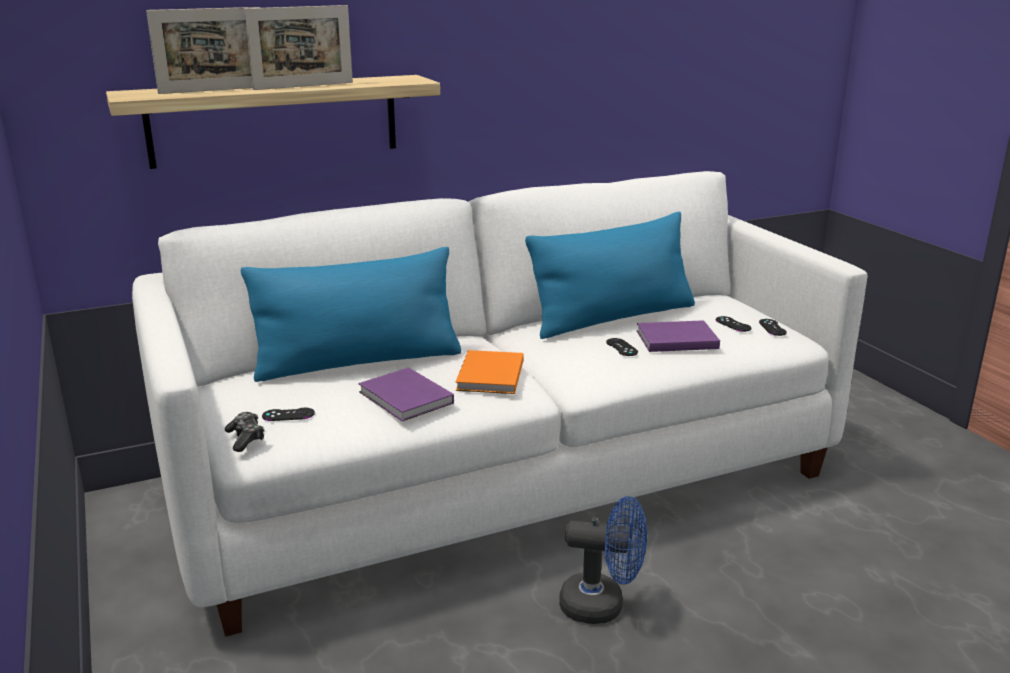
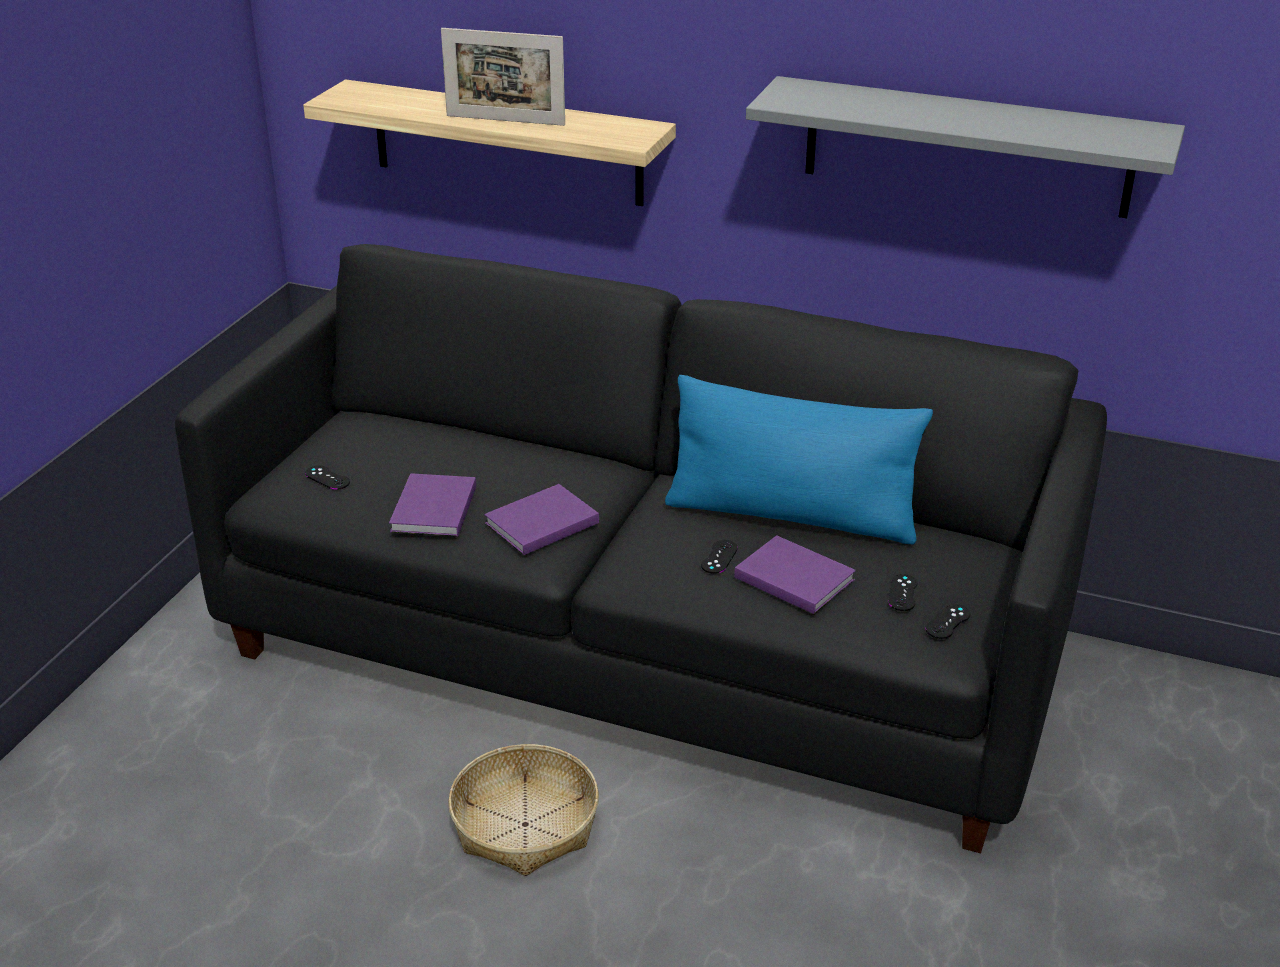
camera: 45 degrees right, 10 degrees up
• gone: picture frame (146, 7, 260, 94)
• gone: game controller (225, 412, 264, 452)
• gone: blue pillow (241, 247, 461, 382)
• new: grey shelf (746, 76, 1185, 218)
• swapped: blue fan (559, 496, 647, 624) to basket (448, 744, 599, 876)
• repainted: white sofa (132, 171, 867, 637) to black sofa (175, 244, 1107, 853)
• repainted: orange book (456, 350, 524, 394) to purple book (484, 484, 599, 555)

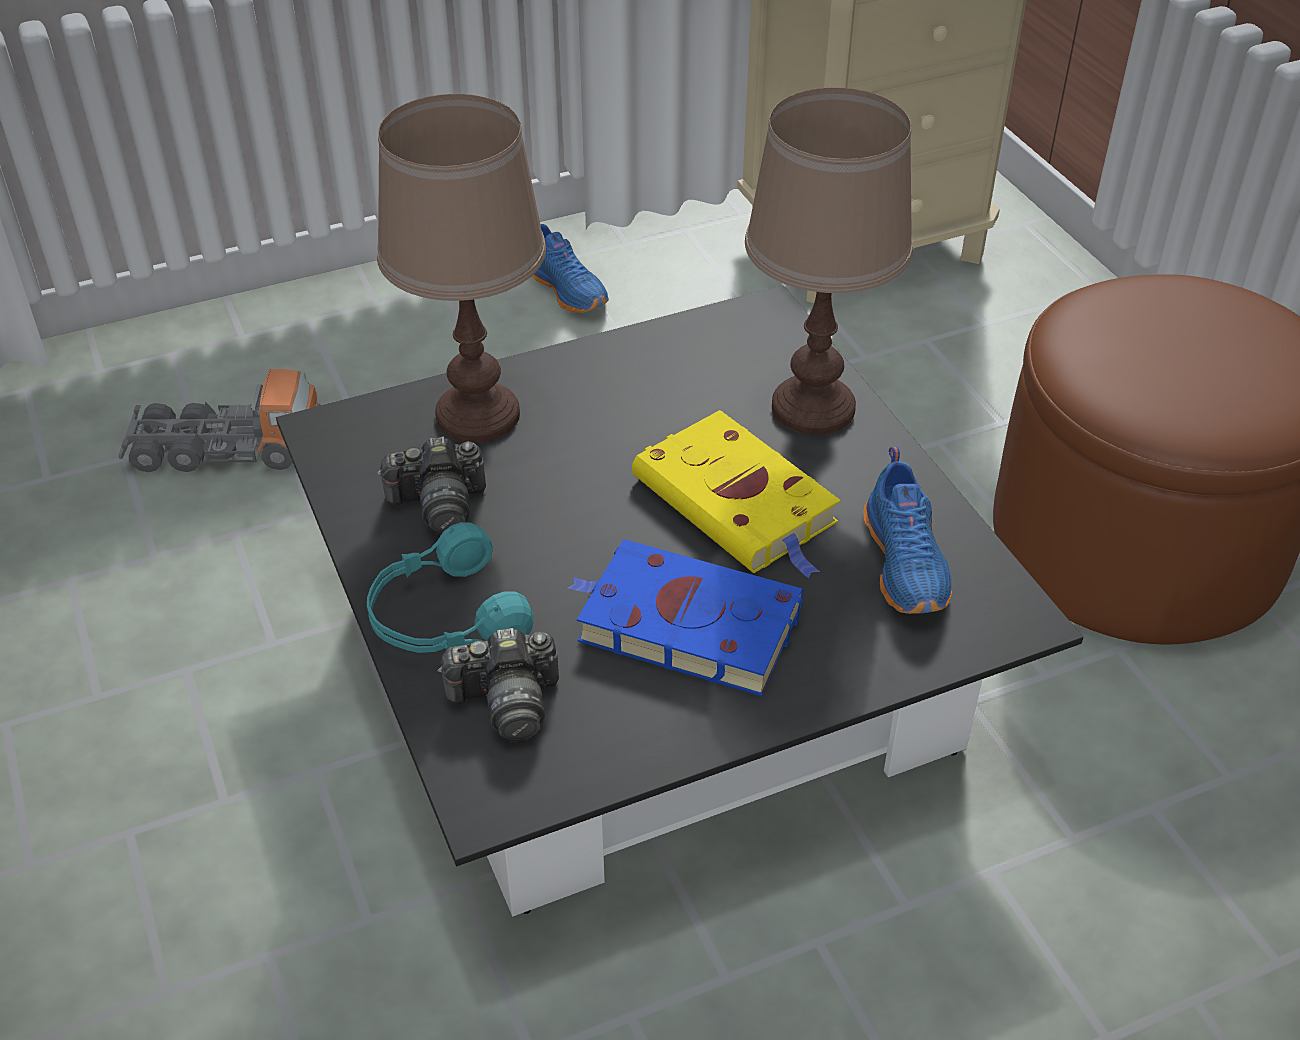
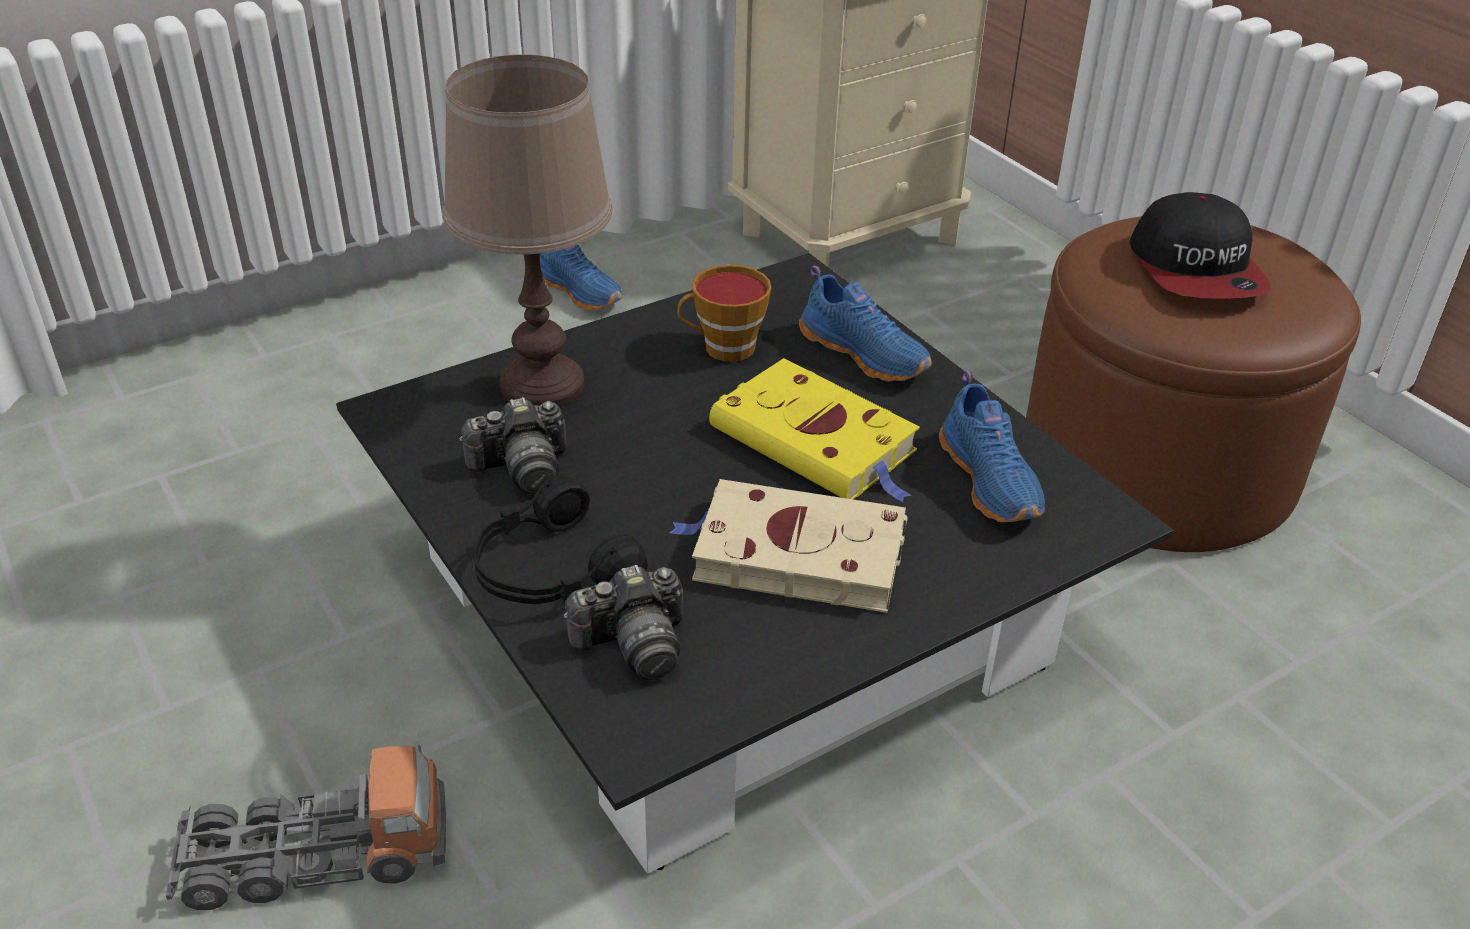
camera: 10 degrees left, 5 degrees down
• new: cup (677, 264, 771, 362)
• new: cap (1130, 192, 1271, 299)
• shifted: toy truck (118, 369, 321, 472) to (166, 742, 446, 910)
• swapped: brown table lamp (745, 87, 913, 435) to blue shoe (799, 265, 932, 382)
• repainted: turquoise headphones (367, 522, 534, 653) to black headphones (473, 476, 648, 605)
• repainted: blue book (568, 539, 803, 696) to beige book (669, 479, 908, 613)

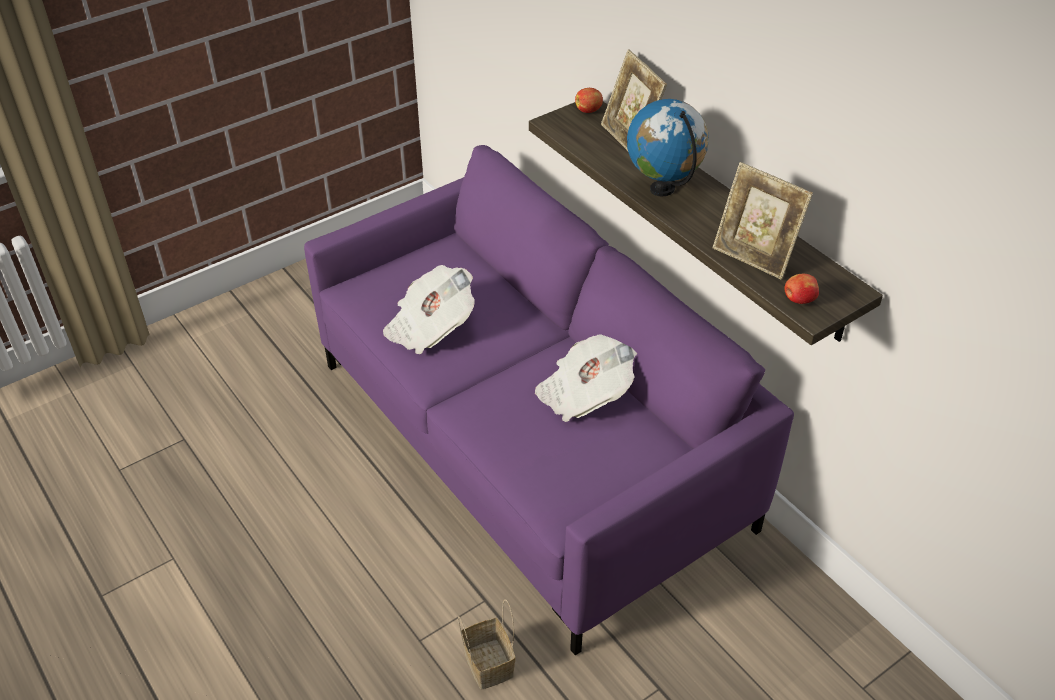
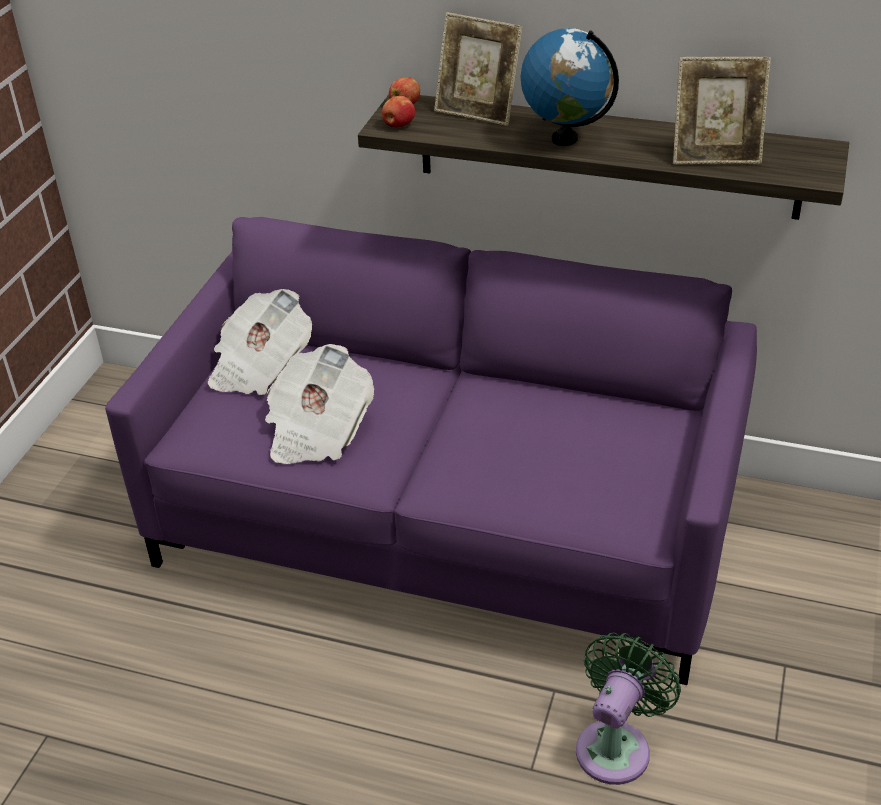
camera: 35 degrees left, 5 degrees down
• shifted: newspaper (535, 334, 637, 422) to (208, 289, 312, 395)
• shifted: apple (784, 273, 819, 304) to (382, 96, 415, 127)
• swapped: basket (458, 599, 516, 690) to green fan (576, 633, 681, 785)

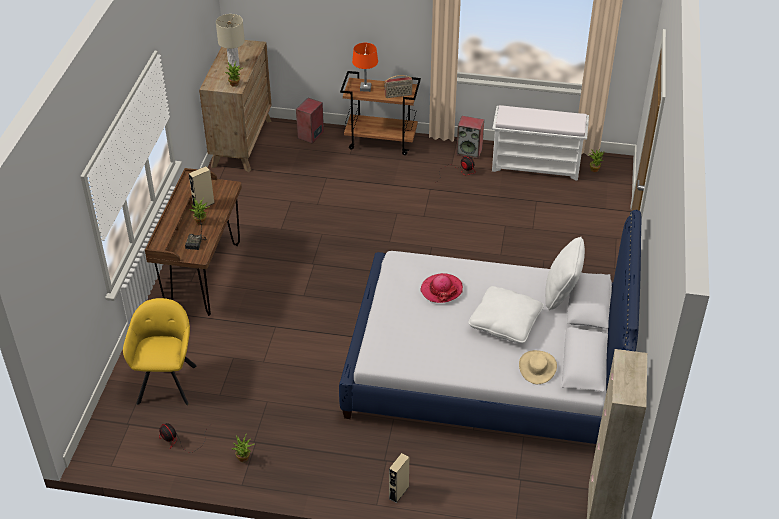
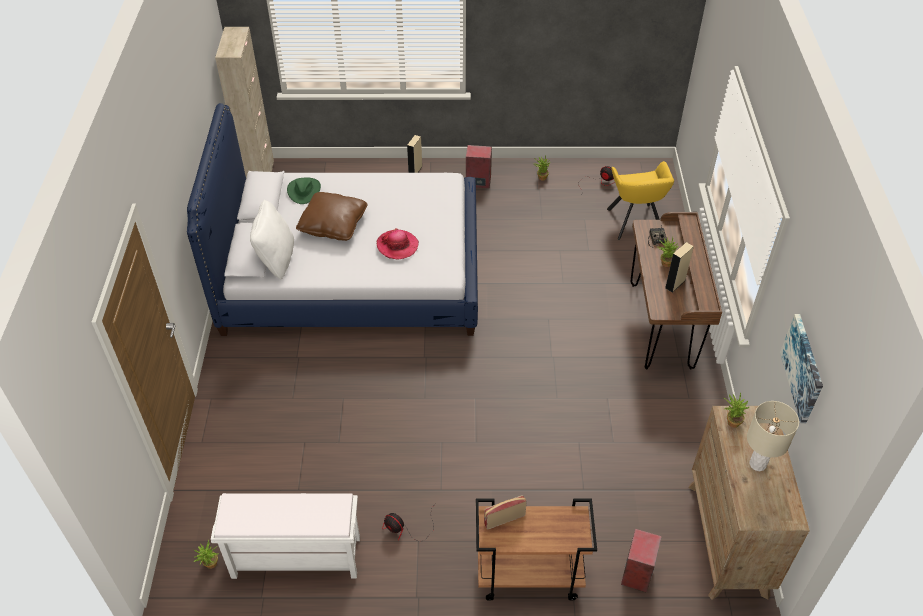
camera: 170 degrees right, 5 degrees up
• gone: orange table lamp (352, 43, 378, 92)
• new: picture (780, 314, 823, 424)
• shifted: speaker (456, 116, 484, 159) to (466, 145, 492, 188)
• repainted: white pillow (468, 286, 544, 343) to brown pillow (296, 192, 368, 241)
• repainted: beige hat (519, 350, 557, 384) to green hat (287, 178, 321, 204)

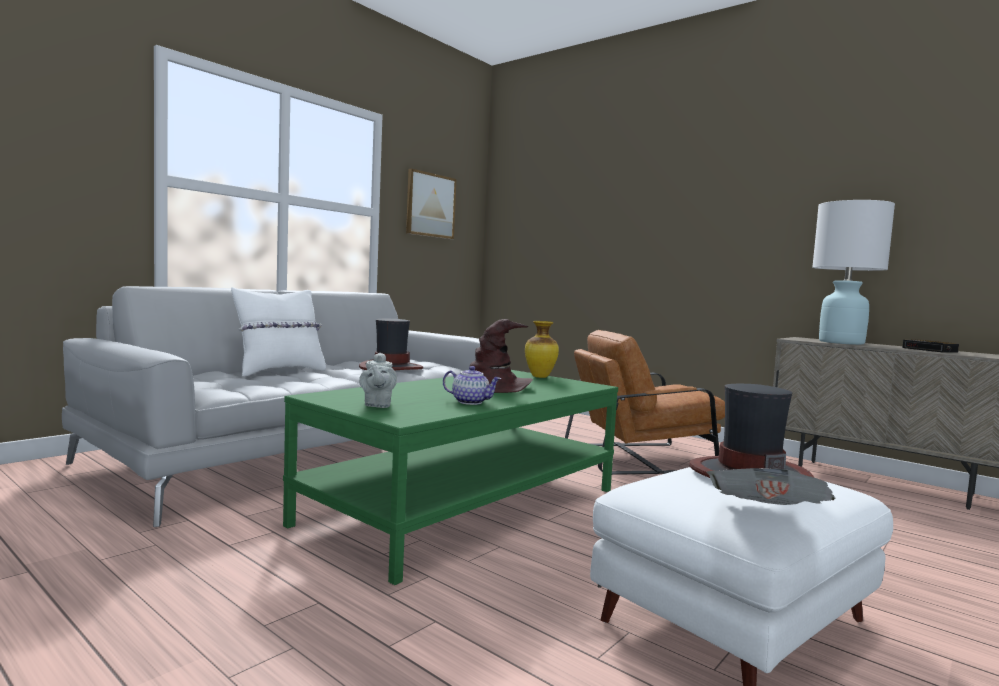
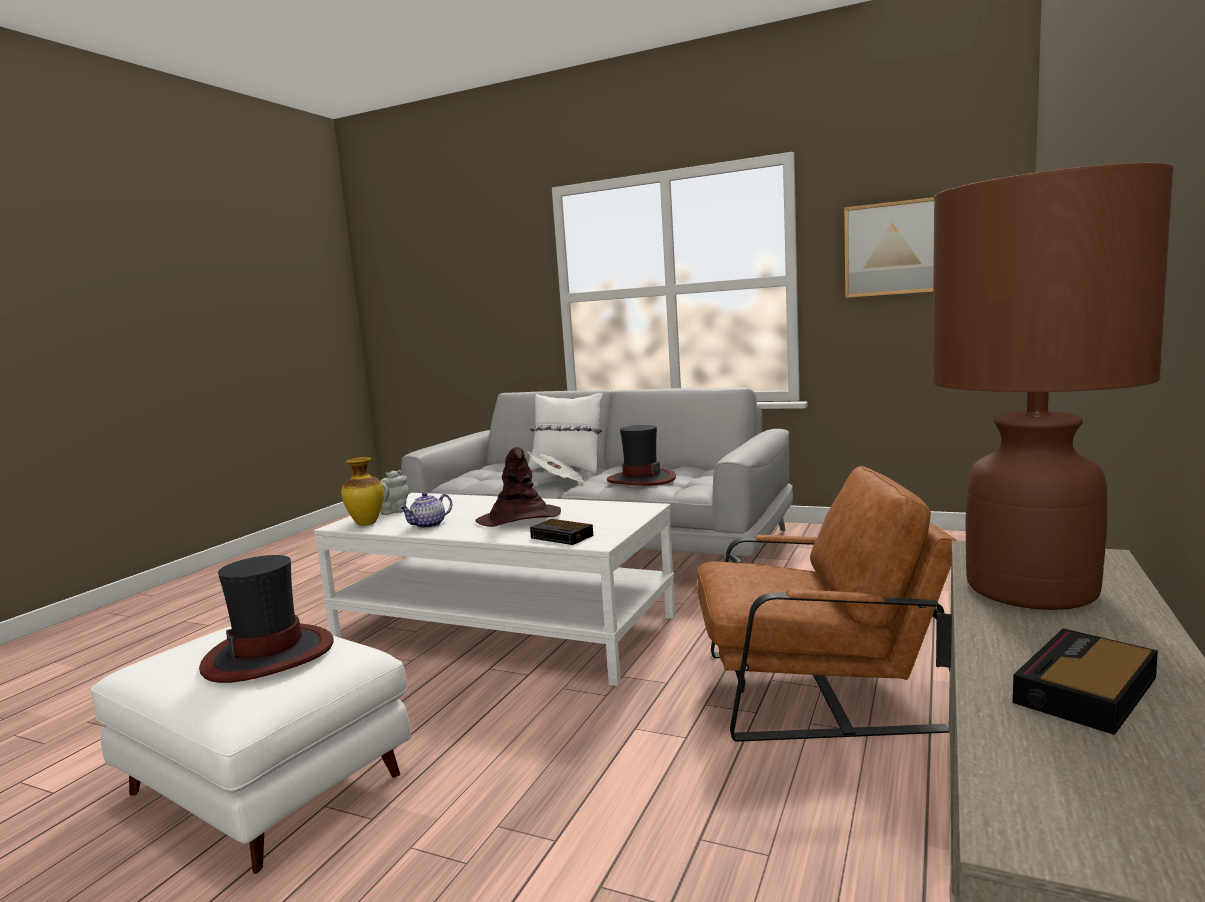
camera: 75 degrees right, 5 degrees up
• new: alarm clock (530, 519, 593, 545)
• shifted: vase (525, 321, 559, 378) to (341, 457, 384, 526)
• shifted: newspaper (707, 468, 835, 505) to (527, 452, 585, 483)
• repainted: green coffee table (283, 370, 618, 585) to white coffee table (314, 493, 675, 686)
• repainted: white table lamp (812, 200, 895, 345) to brown table lamp (932, 163, 1174, 610)
• rotated: teapot (443, 366, 501, 405) = (399, 492, 452, 529) 45 degrees clockwise
• rotated: brown armchair (565, 330, 725, 475) = (697, 466, 957, 742) 120 degrees clockwise

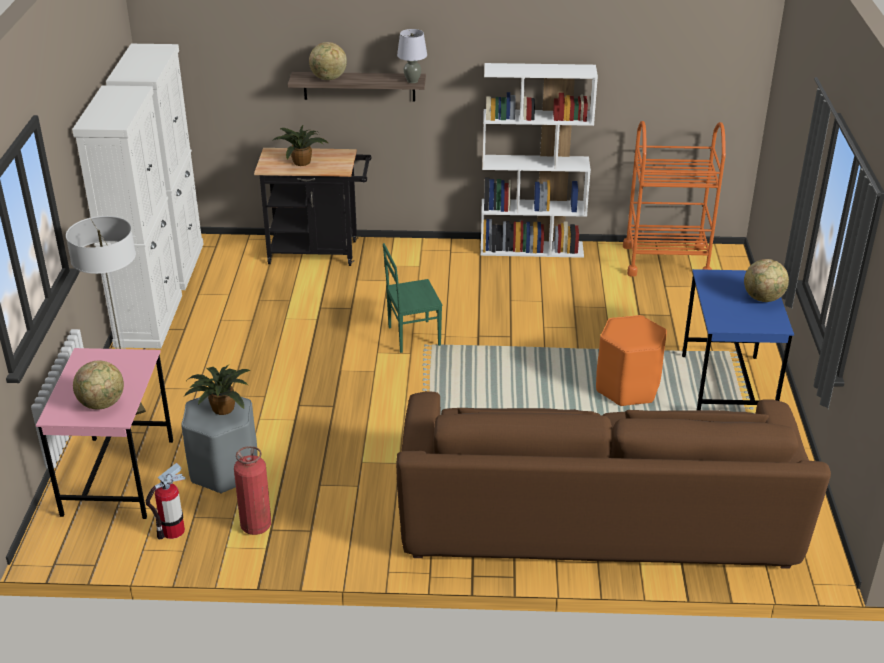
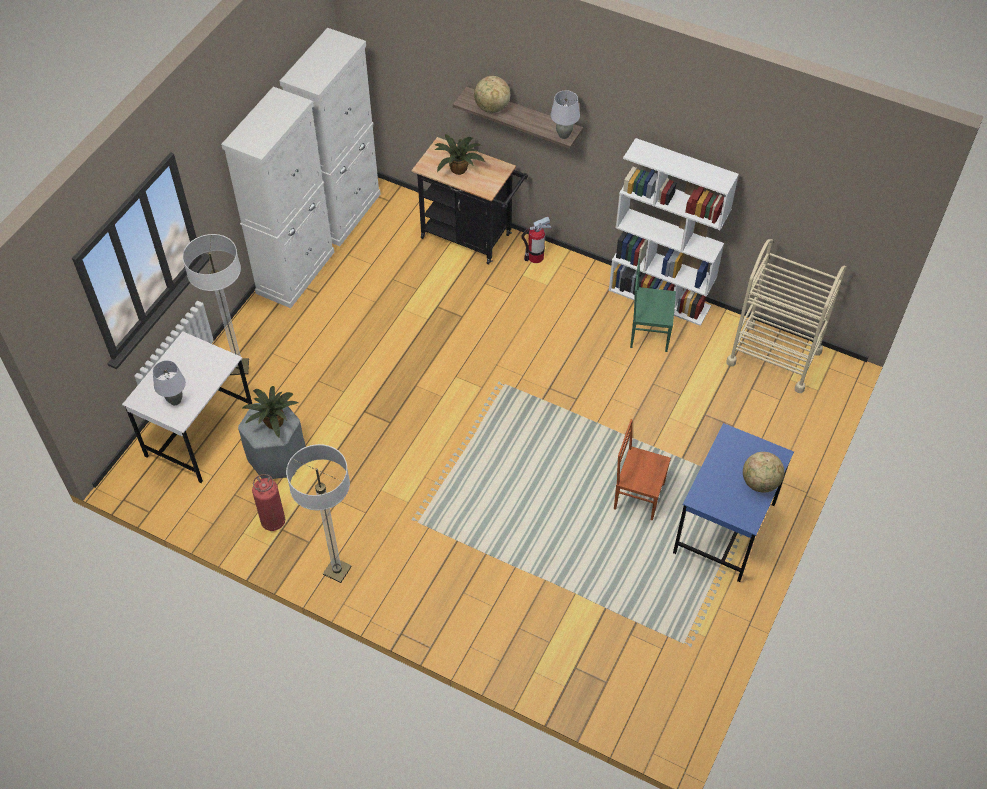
camera: 25 degrees right, 20 degrees up
• gone: brown sofa (396, 391, 831, 569)
• new: floor lamp (286, 444, 352, 583)
• shifted: fire extinguisher (146, 463, 186, 539) to (521, 217, 552, 263)
• shifted: green chair (383, 243, 442, 353) to (630, 258, 676, 352)
• swapped: globe (73, 360, 124, 409) to grey table lamp (152, 360, 186, 405)
• swapped: orange stool (596, 315, 667, 406) to brown chair (614, 419, 671, 521)
• repainted: pink desk (36, 348, 173, 519) to white desk (122, 331, 252, 483)
• repainted: orange cart (623, 121, 726, 277) to beige cart (726, 239, 847, 393)

